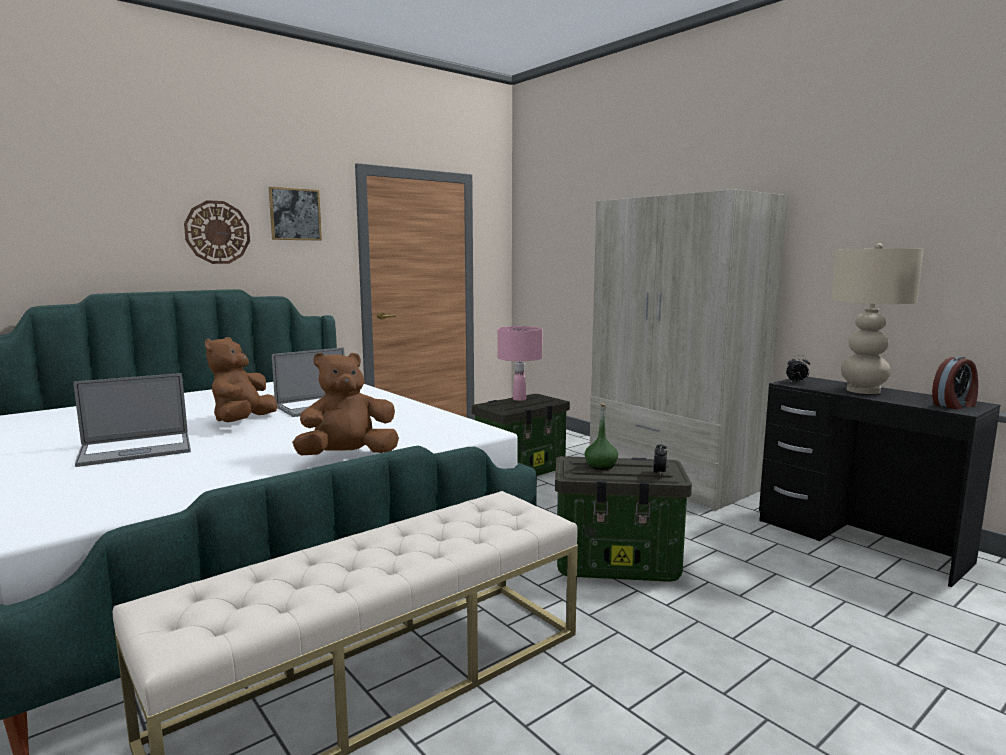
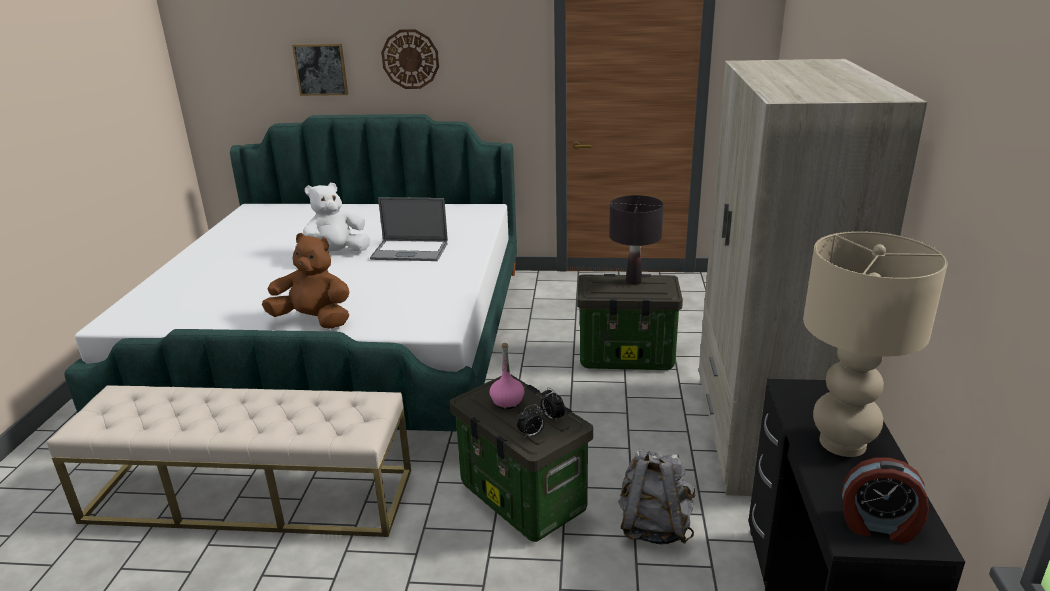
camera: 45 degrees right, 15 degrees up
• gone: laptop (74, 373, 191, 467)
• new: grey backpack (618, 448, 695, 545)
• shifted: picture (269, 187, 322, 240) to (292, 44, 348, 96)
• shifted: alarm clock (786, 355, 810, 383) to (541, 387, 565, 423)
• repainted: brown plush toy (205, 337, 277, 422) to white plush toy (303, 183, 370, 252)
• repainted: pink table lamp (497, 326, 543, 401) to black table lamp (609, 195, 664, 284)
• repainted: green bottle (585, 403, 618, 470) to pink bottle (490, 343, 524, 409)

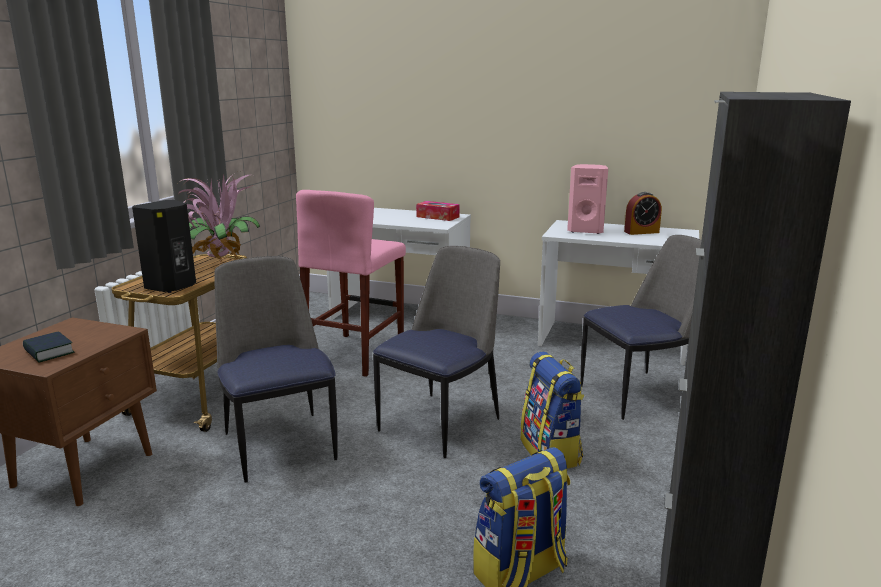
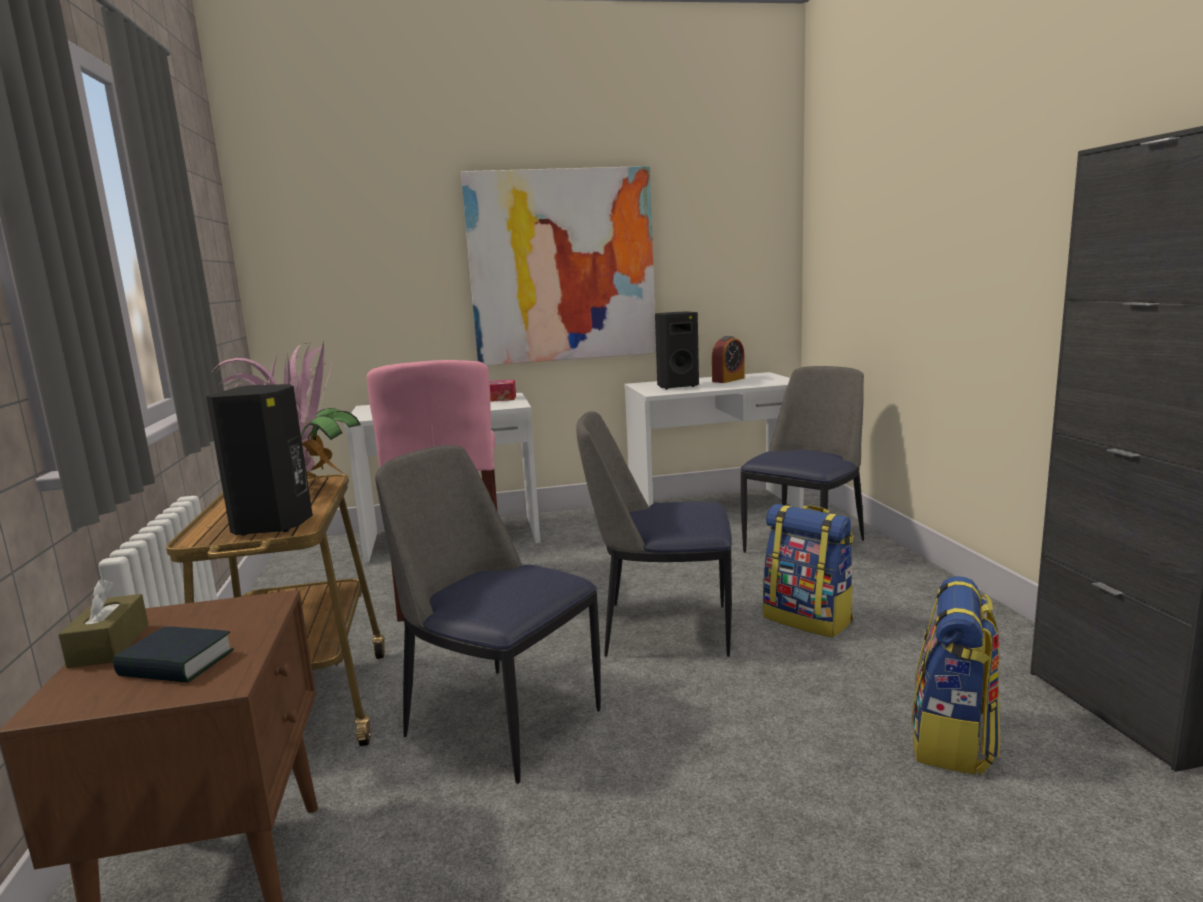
camera: 30 degrees left, 5 degrees down
• new: brown tissue box (59, 580, 149, 668)
• new: picture (461, 166, 656, 365)
• repainted: pink speaker (567, 164, 608, 234) to black speaker (655, 312, 699, 389)
• rotated: chair (373, 246, 500, 458) = (576, 411, 732, 657) 90 degrees counterclockwise

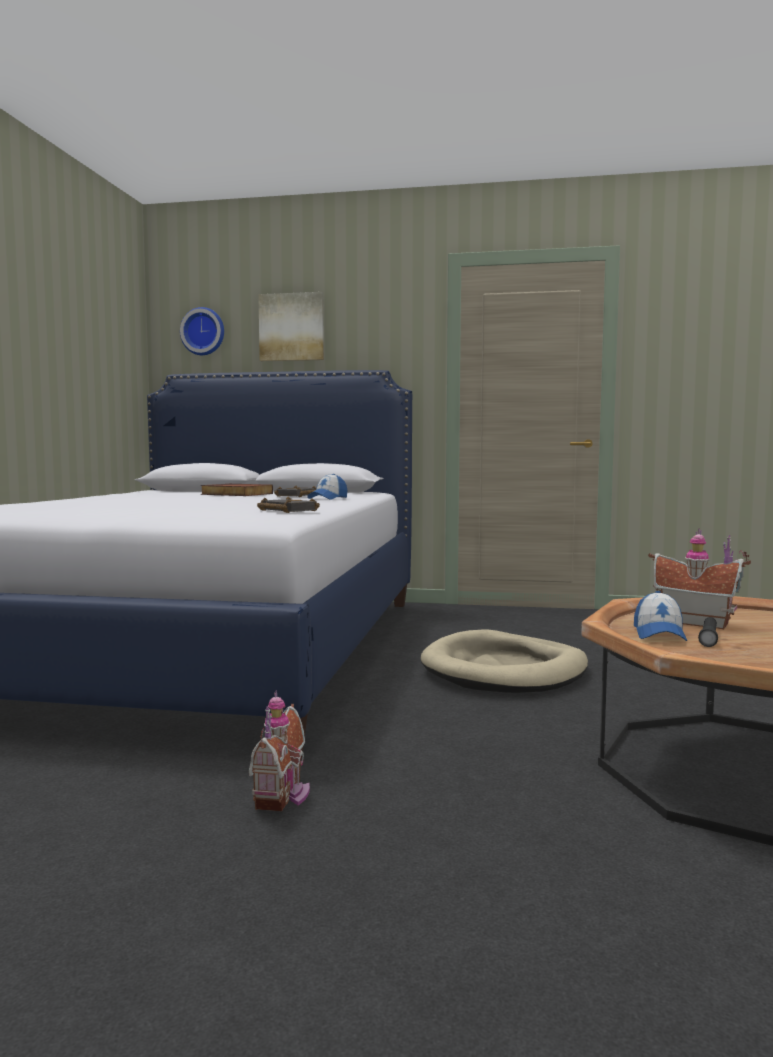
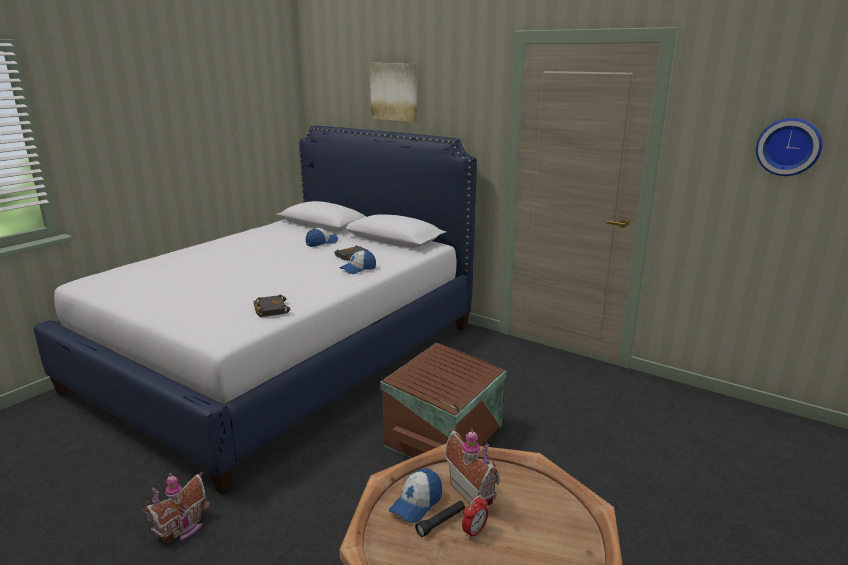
camera: 25 degrees right, 15 degrees up
• new: alarm clock (462, 495, 488, 539)
• shifted: wall clock (180, 307, 224, 355) to (756, 118, 823, 176)
• swapped: book (201, 484, 273, 496) to cap (306, 228, 338, 247)
• swapped: beige dog bed (421, 629, 588, 693) to brown storage box (380, 343, 507, 458)

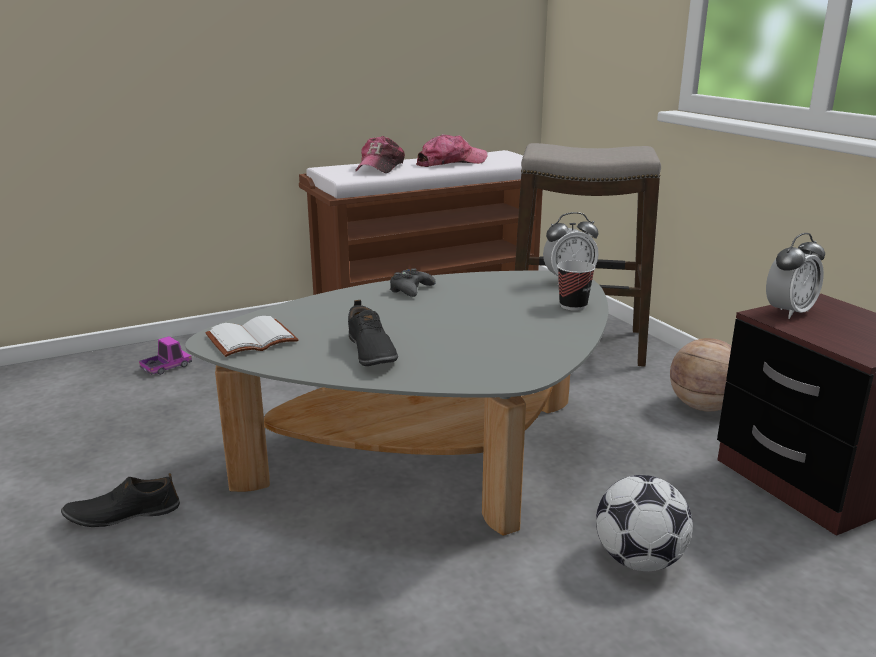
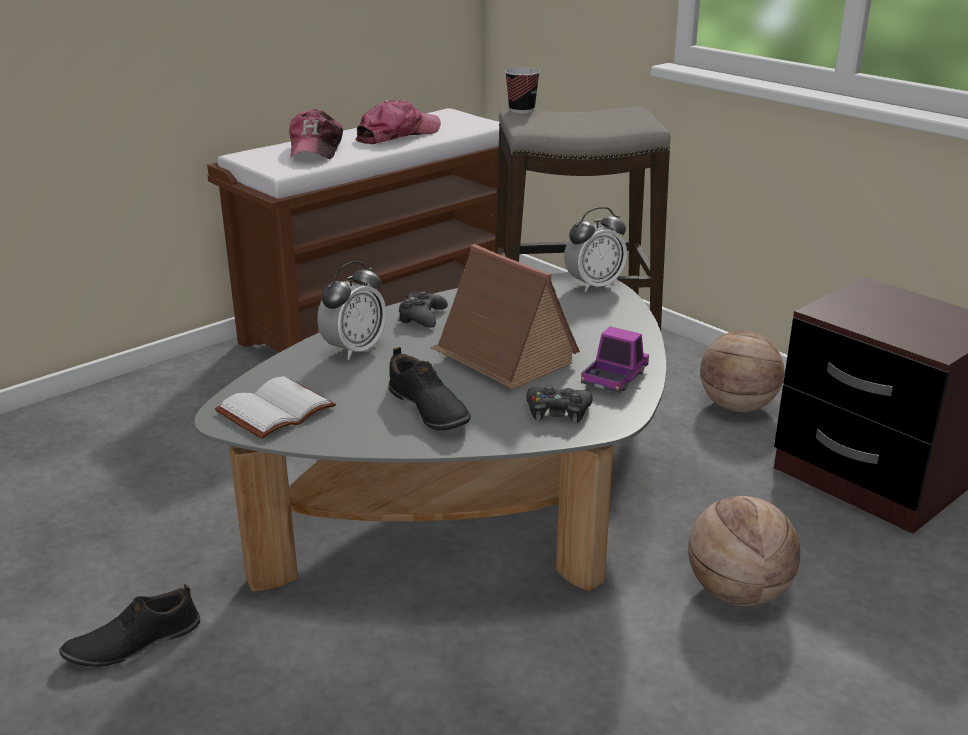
camera: 15 degrees left, 5 degrees up
• new: toy house (430, 244, 580, 390)
• new: black game controller (526, 385, 593, 424)
• shifted: toy truck (139, 336, 192, 375) to (581, 326, 649, 393)
• shifted: cup (557, 260, 595, 311) to (505, 67, 540, 113)
• shifted: alarm clock (766, 233, 825, 319) to (317, 261, 386, 360)
• swapped: football (596, 475, 693, 571) to basketball (688, 496, 800, 606)

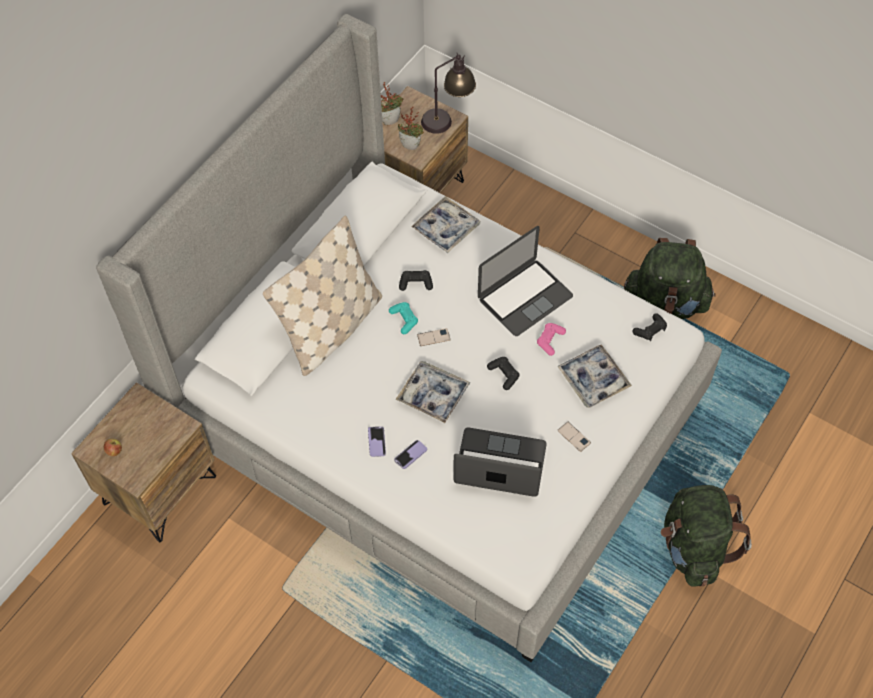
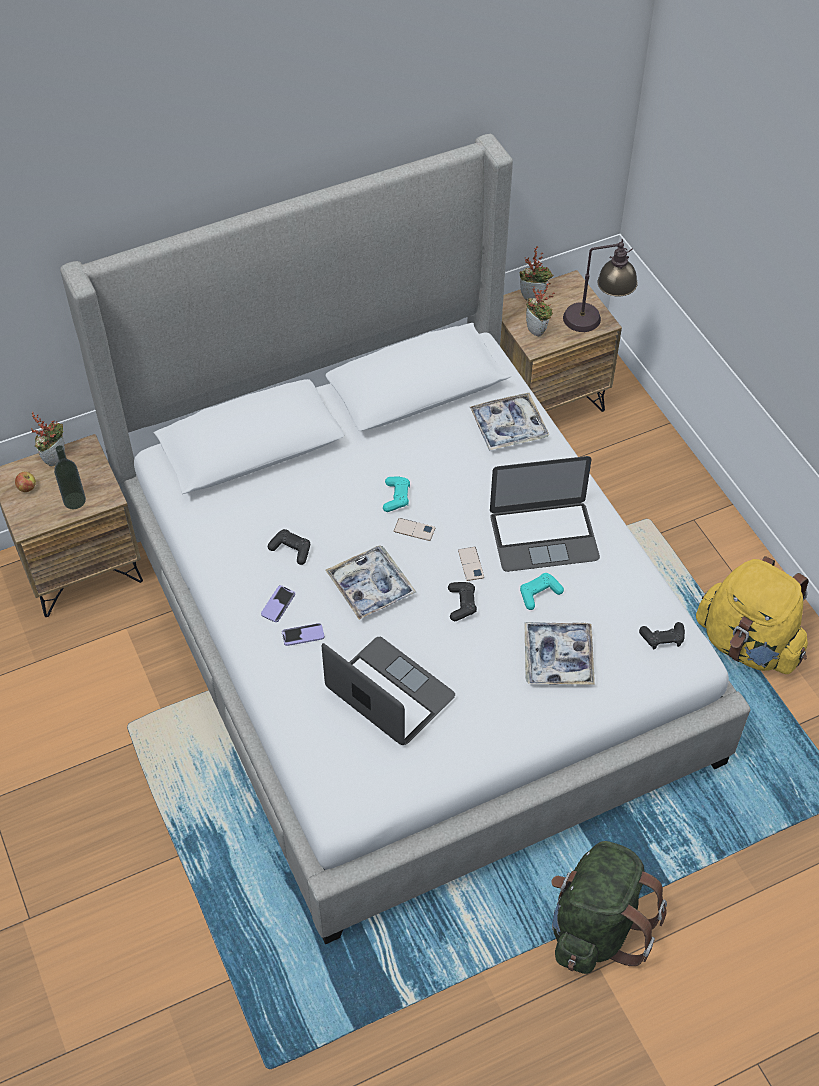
camera: 30 degrees right, 5 degrees down
• gone: beige pillow (263, 216, 382, 376)
• new: potted plant (31, 412, 65, 466)
• new: bottle (54, 445, 86, 509)
• shifted: black game controller (399, 270, 433, 291) to (268, 529, 310, 565)
• shifted: phone (557, 422, 591, 452) to (458, 547, 484, 581)
• repainted: pink game controller (537, 323, 566, 356) to turquoise game controller (520, 573, 564, 610)
• repainted: green backpack (624, 238, 716, 319) to yellow backpack (696, 556, 809, 674)

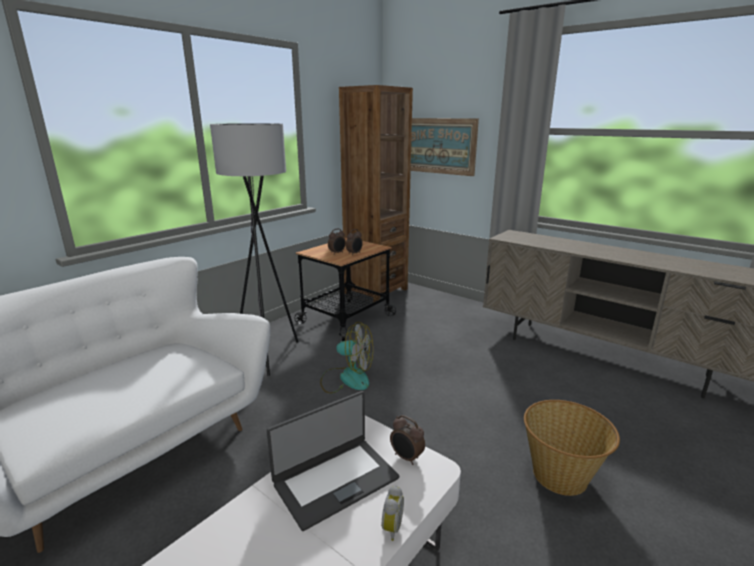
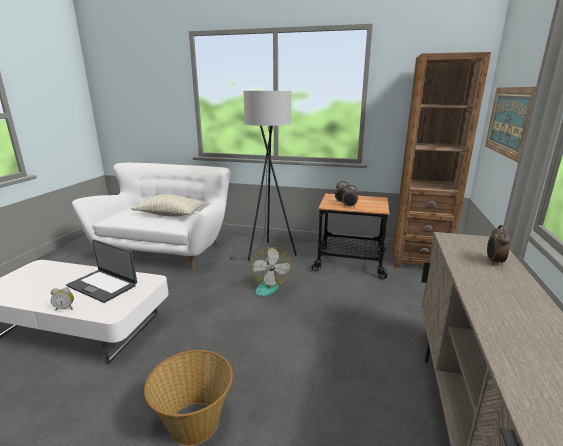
camera: 65 degrees right, 0 degrees up
• new: pillow (131, 194, 205, 217)
• shifted: alarm clock (390, 415, 425, 465) to (487, 225, 510, 265)

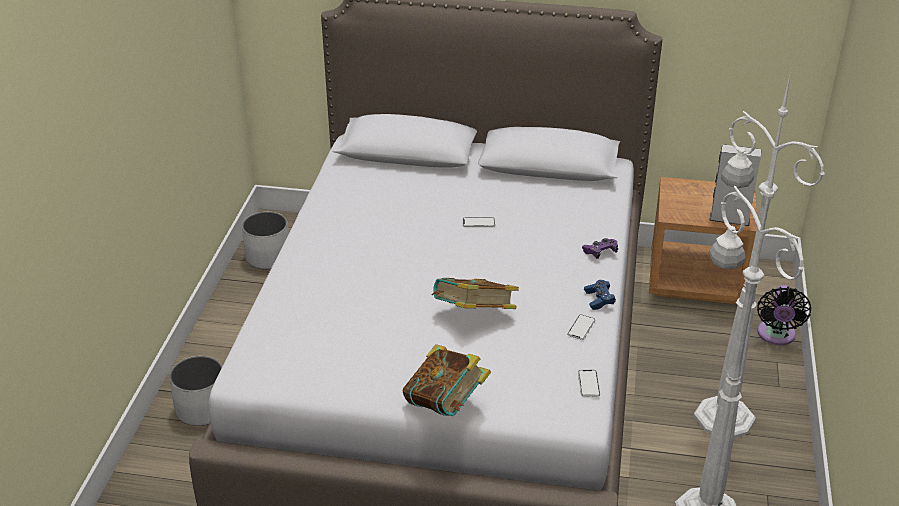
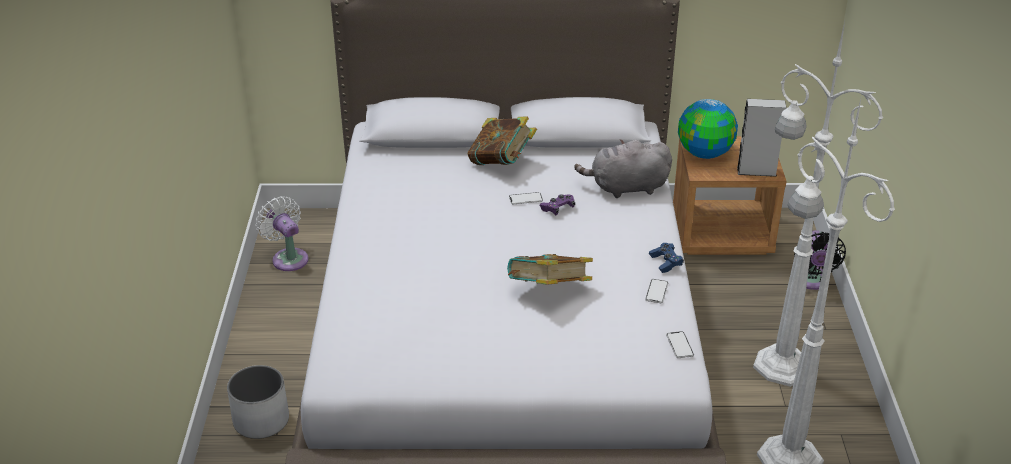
camera: 10 degrees left, 0 degrees up
• new: grey plush toy (574, 139, 672, 198)
• new: globe (678, 99, 738, 159)
• shifted: book (403, 344, 491, 416) to (468, 116, 537, 165)
• shifted: purple game controller (582, 238, 618, 259) to (540, 194, 575, 215)
• swapped: white planter (242, 212, 289, 269) to white fan (256, 196, 309, 271)

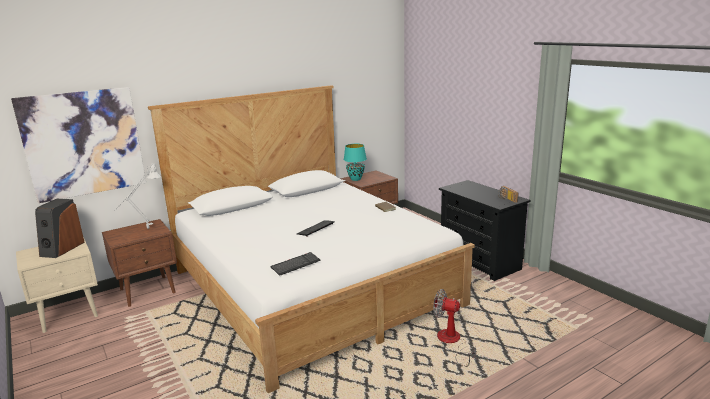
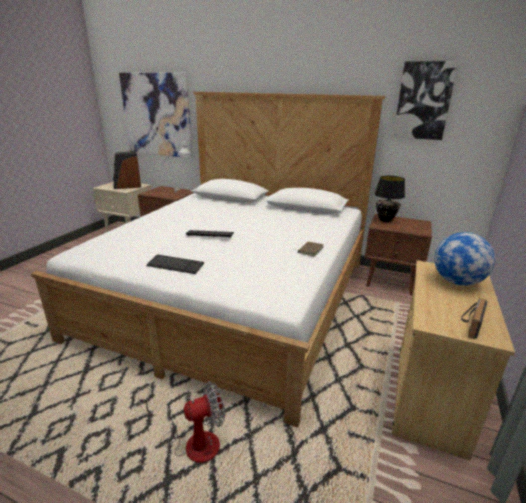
camera: 55 degrees right, 5 degrees up
• new: picture (393, 61, 459, 140)
• new: globe (434, 232, 495, 286)
• shifted: keyboard (270, 252, 321, 276) to (146, 255, 204, 274)
• repainted: turquoise table lamp (344, 144, 367, 181) to black table lamp (375, 176, 405, 222)
• repainted: black dresser (439, 180, 530, 281) to beige dresser (392, 260, 515, 460)
• rotated: fan (433, 289, 476, 367) = (138, 381, 225, 463) 75 degrees clockwise

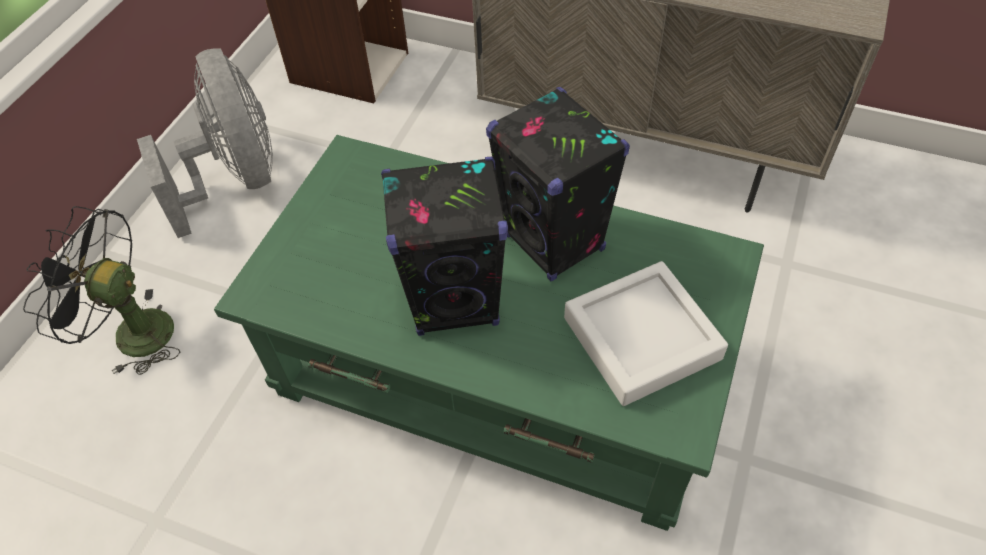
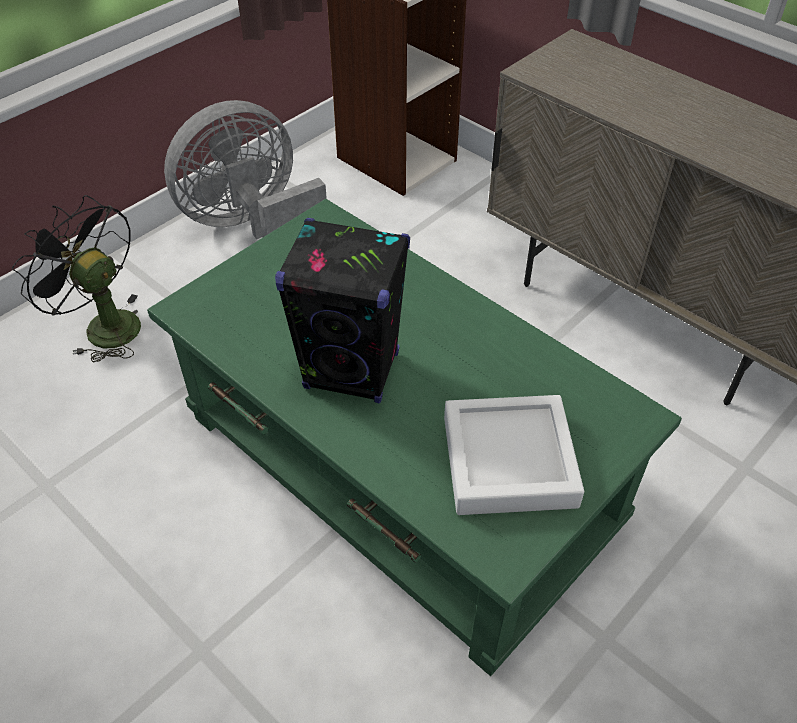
camera: 20 degrees right, 5 degrees down
• gone: black speaker (486, 87, 630, 281)
• rotated: grey fan (137, 48, 273, 238) = (164, 100, 327, 239) 120 degrees counterclockwise

